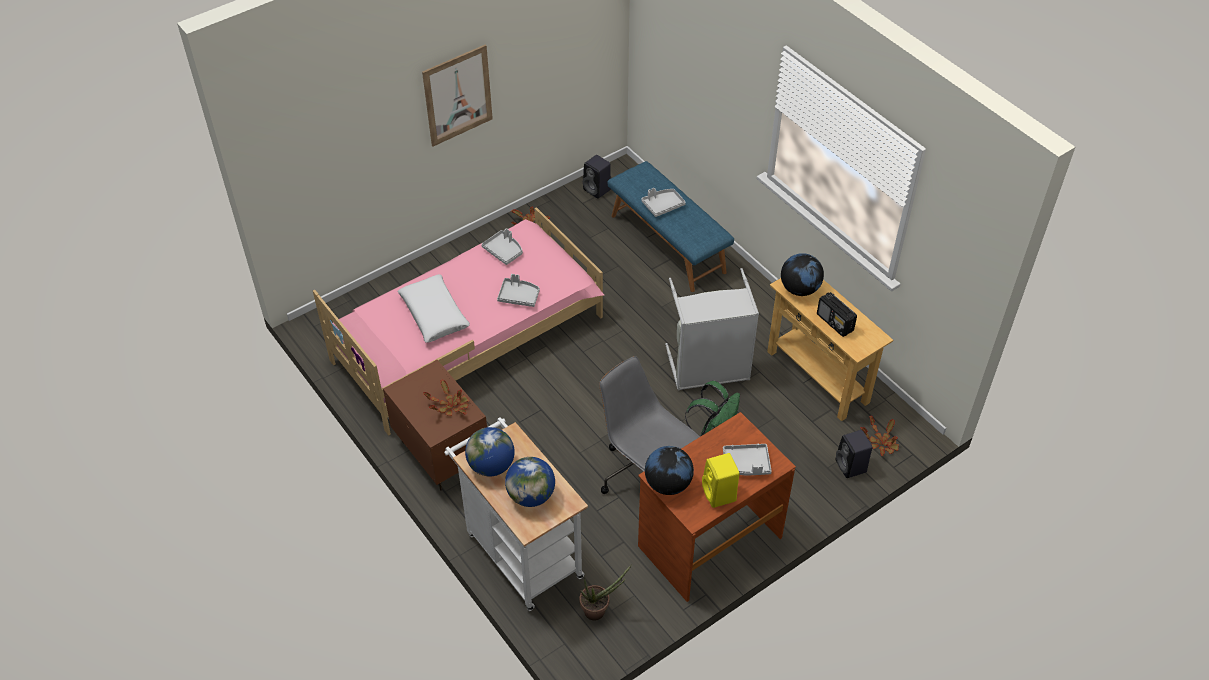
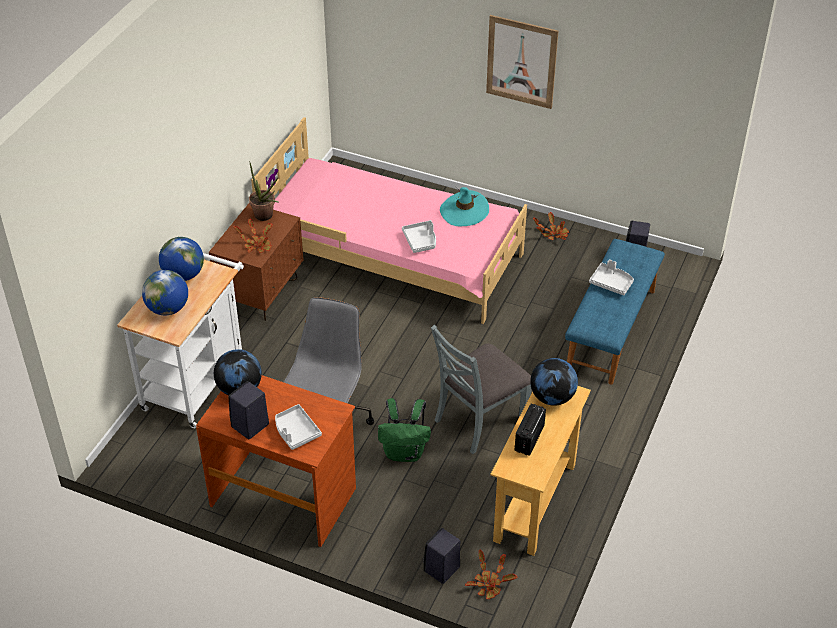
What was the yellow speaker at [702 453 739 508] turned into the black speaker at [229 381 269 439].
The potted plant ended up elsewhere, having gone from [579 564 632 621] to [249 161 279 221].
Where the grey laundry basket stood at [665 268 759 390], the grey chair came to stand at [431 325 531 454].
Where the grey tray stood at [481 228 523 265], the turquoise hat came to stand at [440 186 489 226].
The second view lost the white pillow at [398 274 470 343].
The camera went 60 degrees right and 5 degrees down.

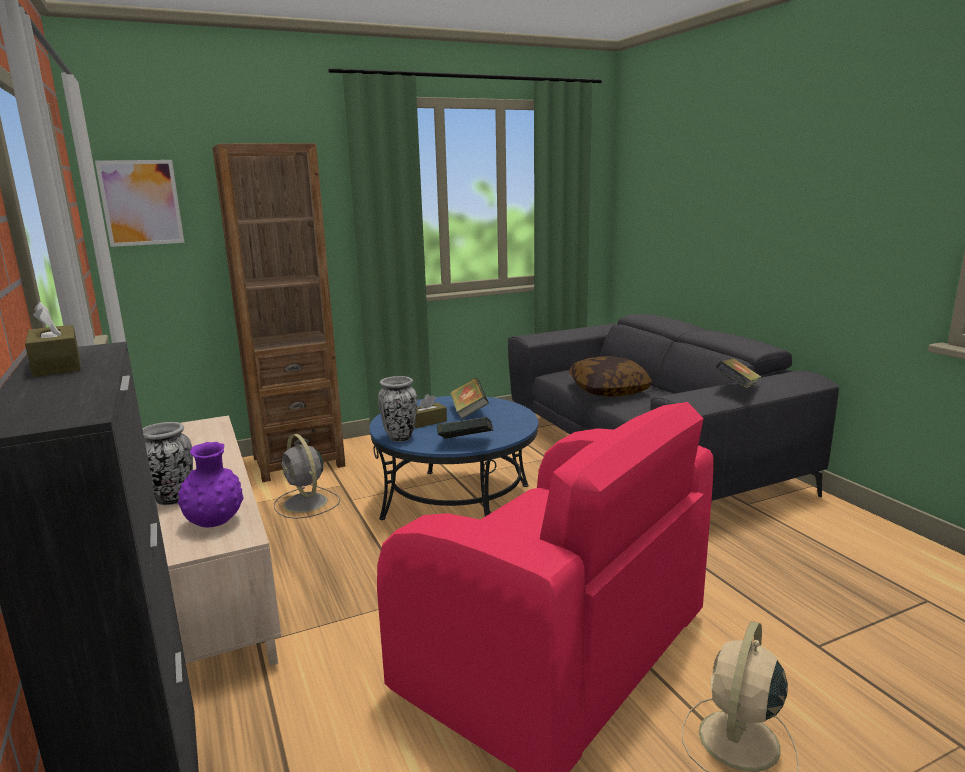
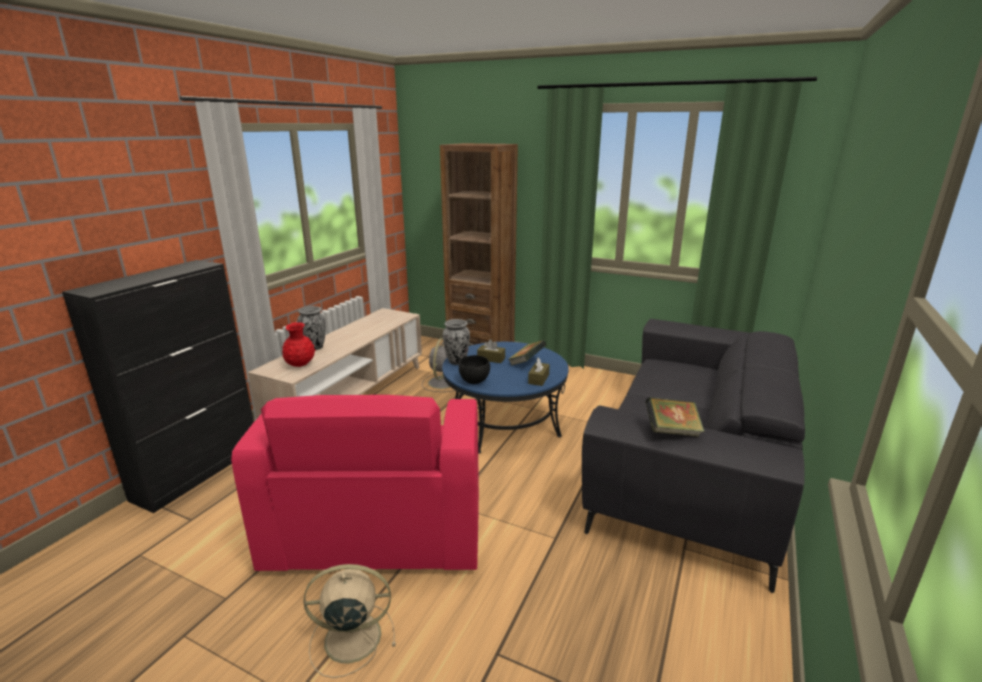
What was the purple vase at [178 442 243 527] turned into the red vase at [282 322 315 367].
Where the book stood at [437 417 493 439], the black bowl came to stand at [459 355 490 384].
The brown tissue box ended up elsewhere, having gone from [25 302 81 377] to [528 357 550 386].
The second view lost the picture at [95 160 184 247].
The second view lost the pillow at [569 356 652 397].
The camera went 50 degrees right and 5 degrees up.

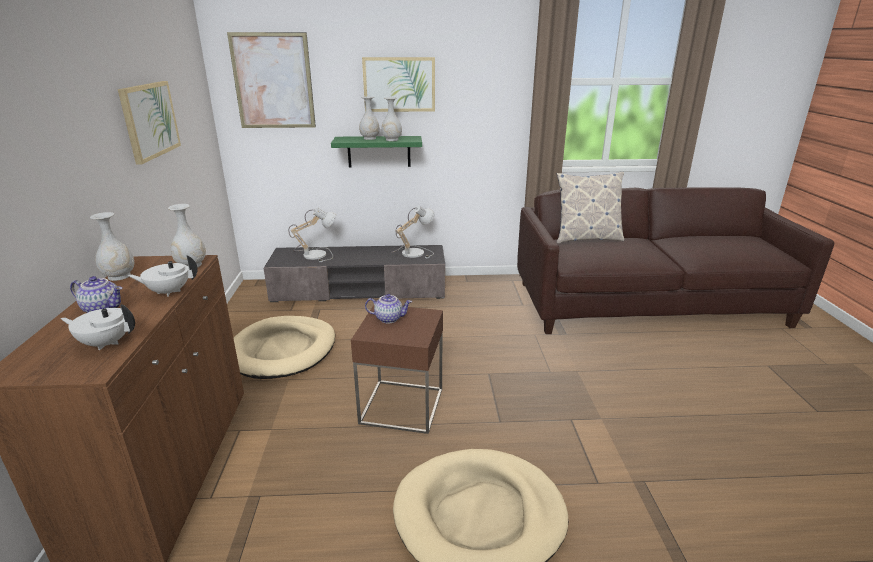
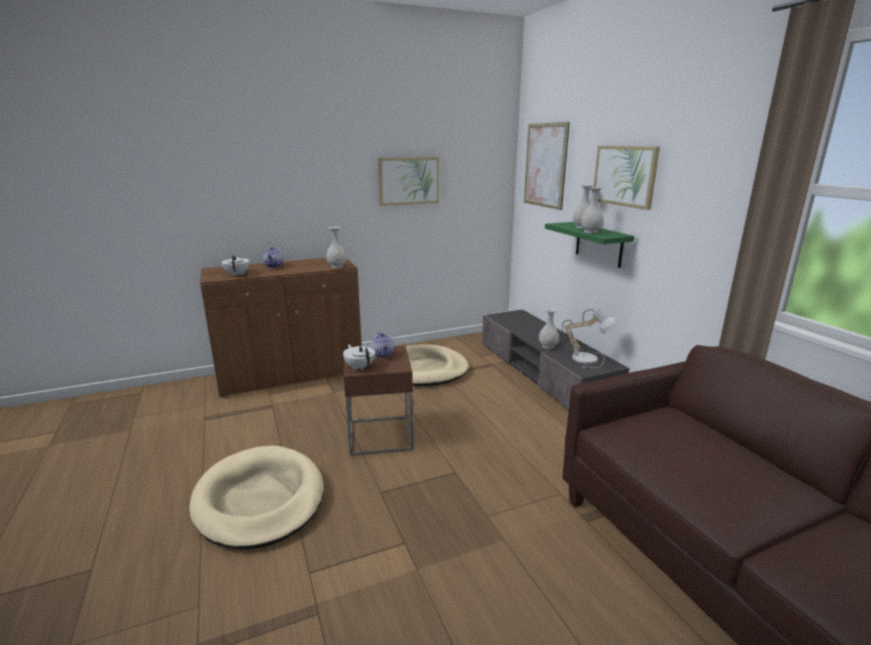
The white teapot ended up elsewhere, having gone from [127 255 198 297] to [343 344 375 370].
The white vase ended up elsewhere, having gone from [90 212 135 281] to [539 308 559 349].
The second view lost the table lamp at [288 207 336 262].
The second view lost the pillow at [557 172 624 243].
The camera went 70 degrees right and 5 degrees down.

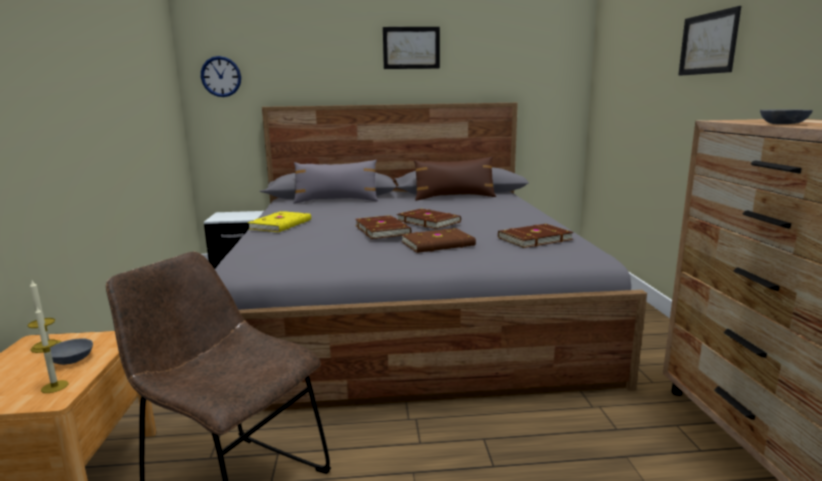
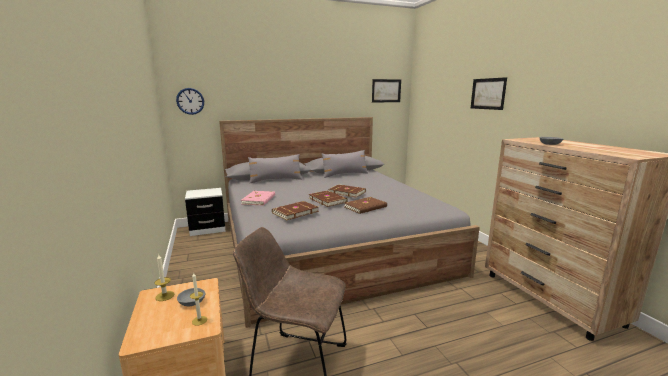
What was the yellow book at [247 211 311 232] turned into the pink book at [241 191 275 206].
The brown book ended up elsewhere, having gone from [498 224 574 248] to [272 201 319 220].
What was the brown pillow at [414 157 496 201] turned into the grey pillow at [322 150 368 178].
The picture ended up elsewhere, having gone from [383 27 440 69] to [372 79 401 102].
The camera went 15 degrees left and 0 degrees up.

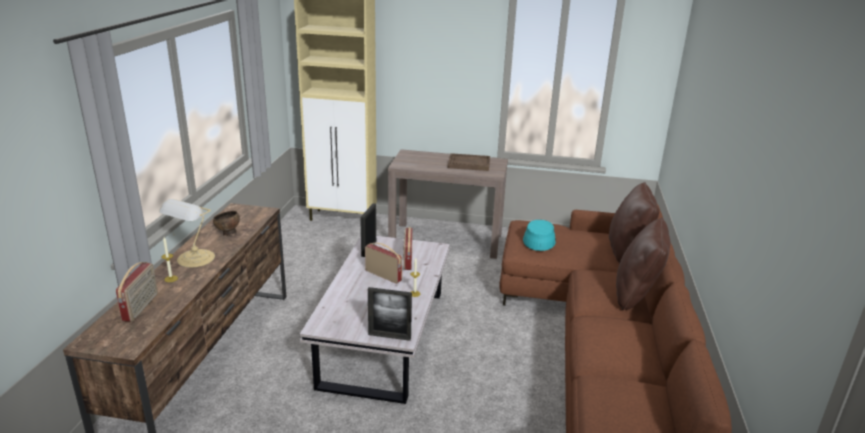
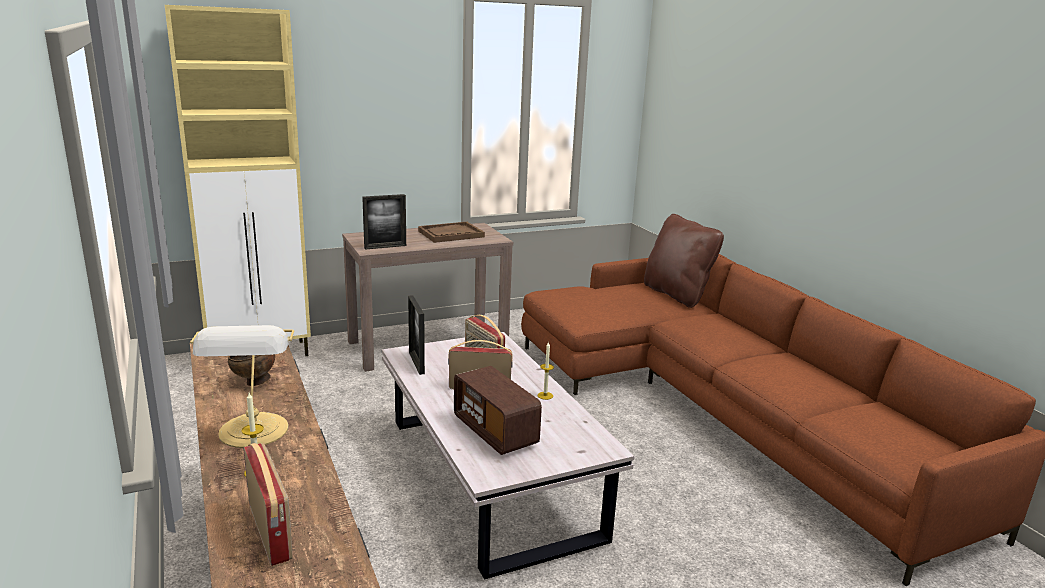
The picture frame ended up elsewhere, having gone from [368 287 412 341] to [362 194 406 250].
The second view gained the radio at [454 366 542 455].
The second view lost the turquoise hat at [523 220 556 251].
The second view lost the brown pillow at [616 218 670 310].
The camera went 35 degrees left and 5 degrees down.

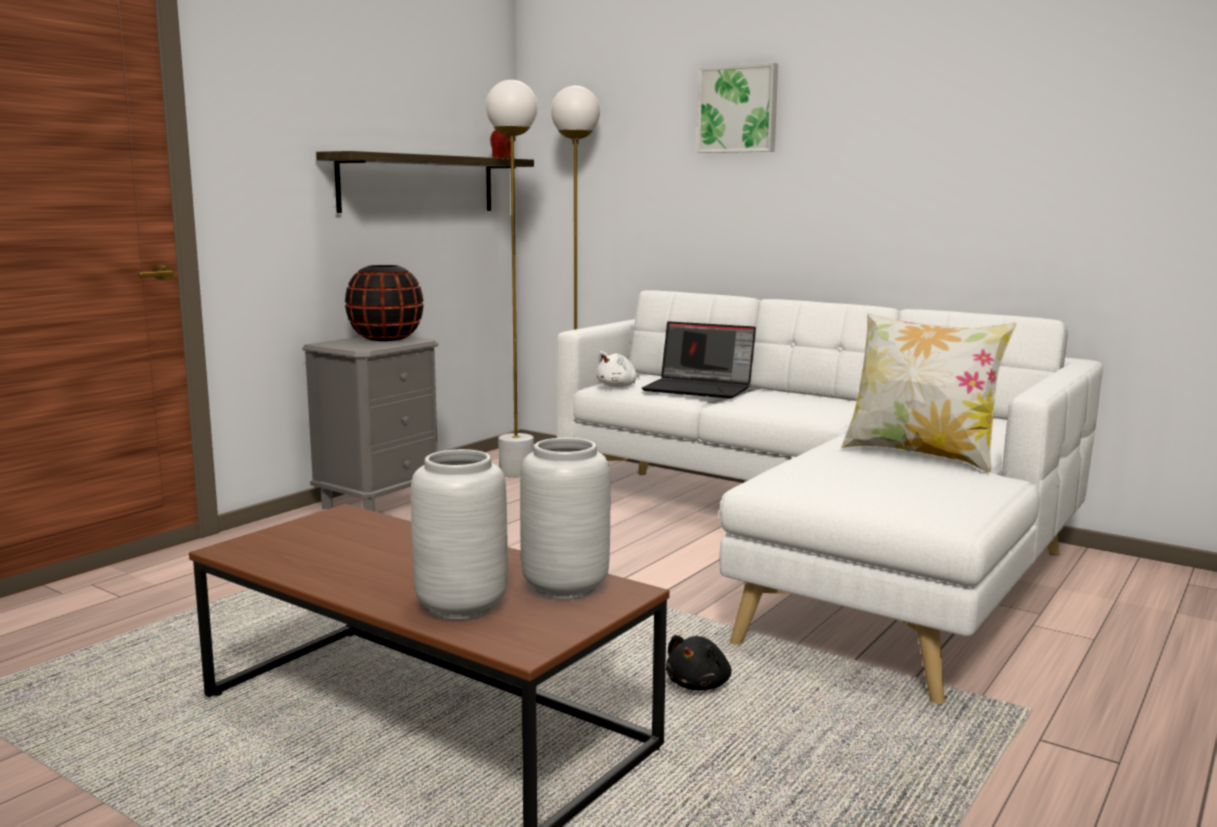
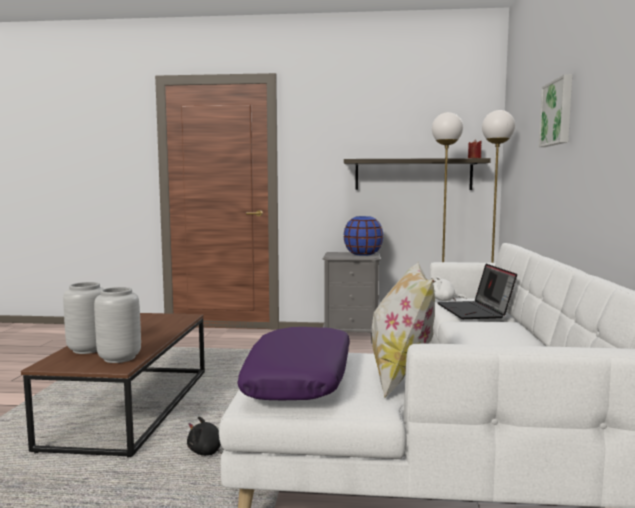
The second view gained the purple pillow at [237 327 350 400].
What was the black vase at [345 265 424 341] turned into the blue vase at [344 216 383 256].
The camera went 60 degrees right and 5 degrees down.

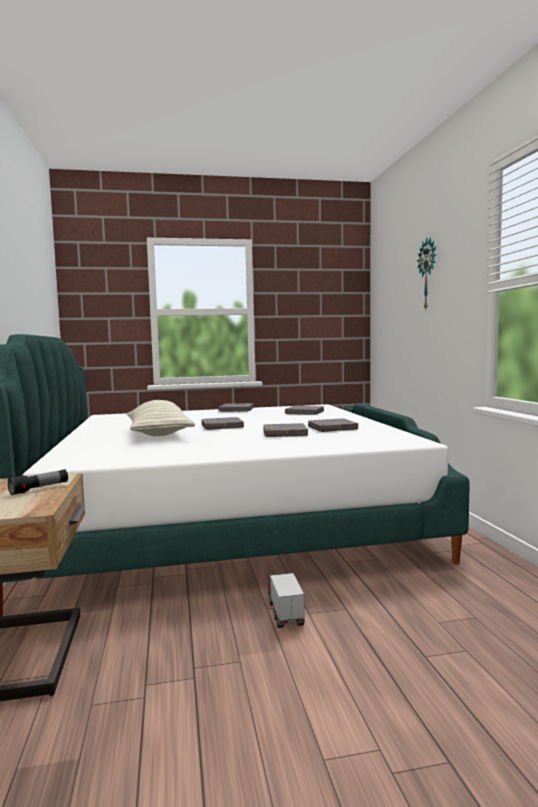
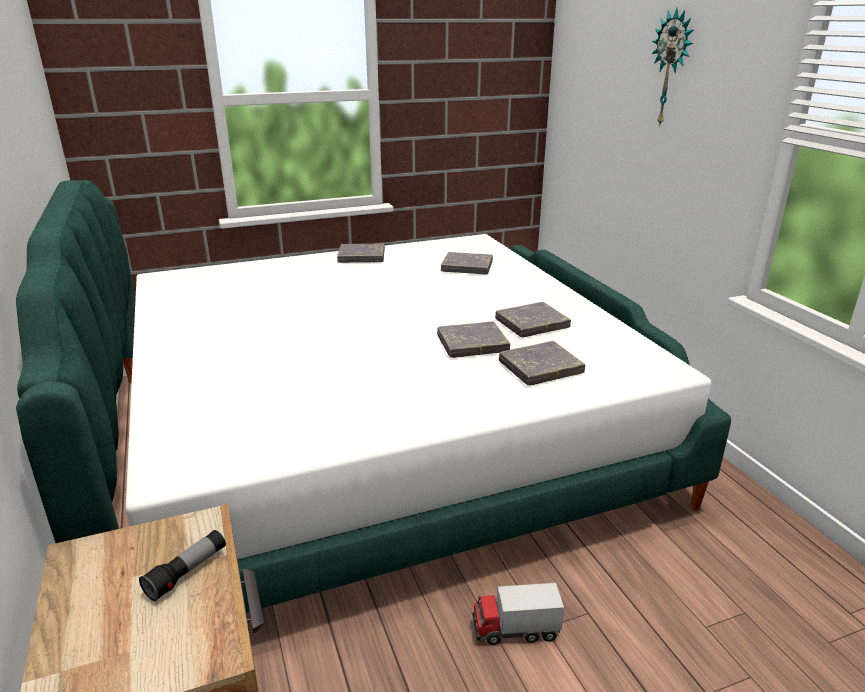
The toy truck at [266 573 305 628] ended up facing another way, 75 degrees counterclockwise from before.
The grey book ended up elsewhere, having gone from [202 417 244 430] to [499 341 585 386].
The second view lost the pillow at [127 400 195 436].
The camera went 10 degrees left and 20 degrees up.

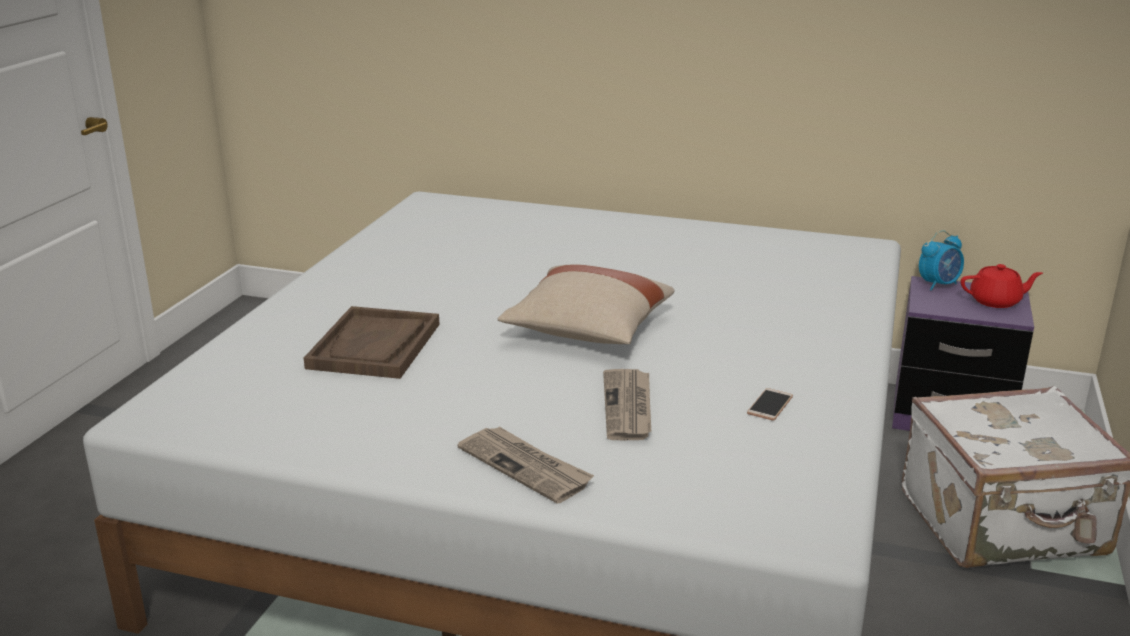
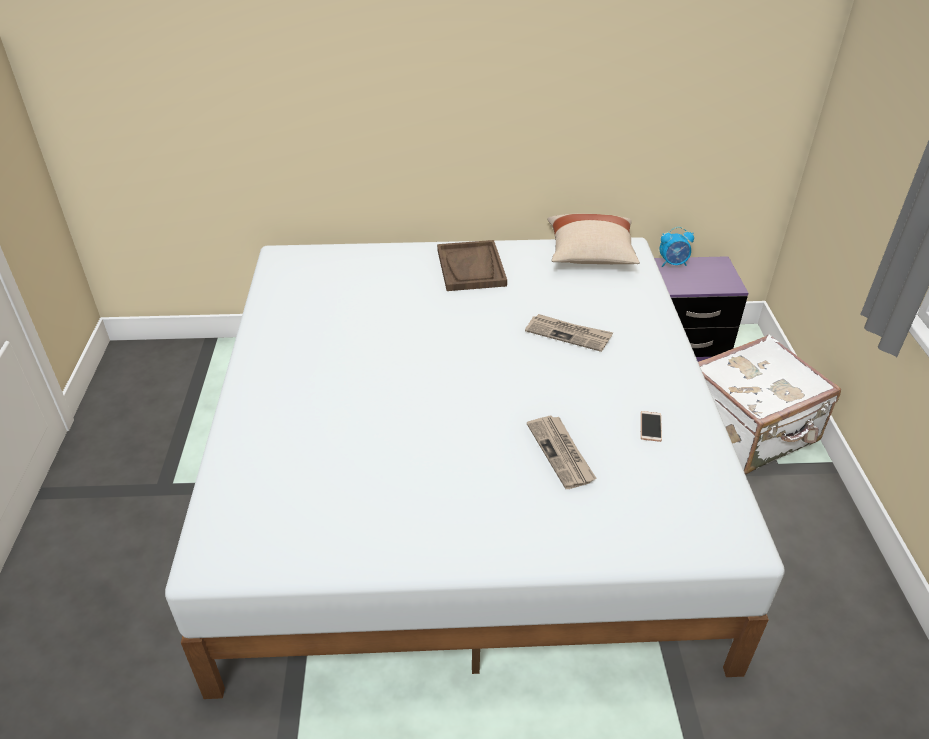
The brown tray ended up elsewhere, having gone from [304 306 440 379] to [437 240 507 291].
The newspaper ended up elsewhere, having gone from [457 427 594 503] to [525 314 613 352].
The beige pillow ended up elsewhere, having gone from [498 264 675 344] to [547 214 640 264].
The alarm clock at [919 230 964 291] ended up facing another way, 45 degrees clockwise from before.
The second view lost the red teapot at [961 264 1043 308].
The camera went 20 degrees left and 15 degrees up.

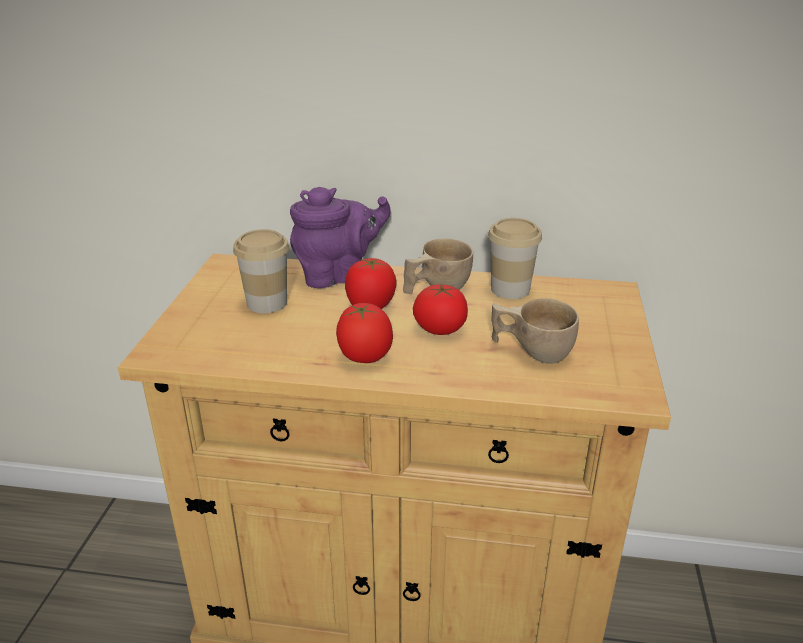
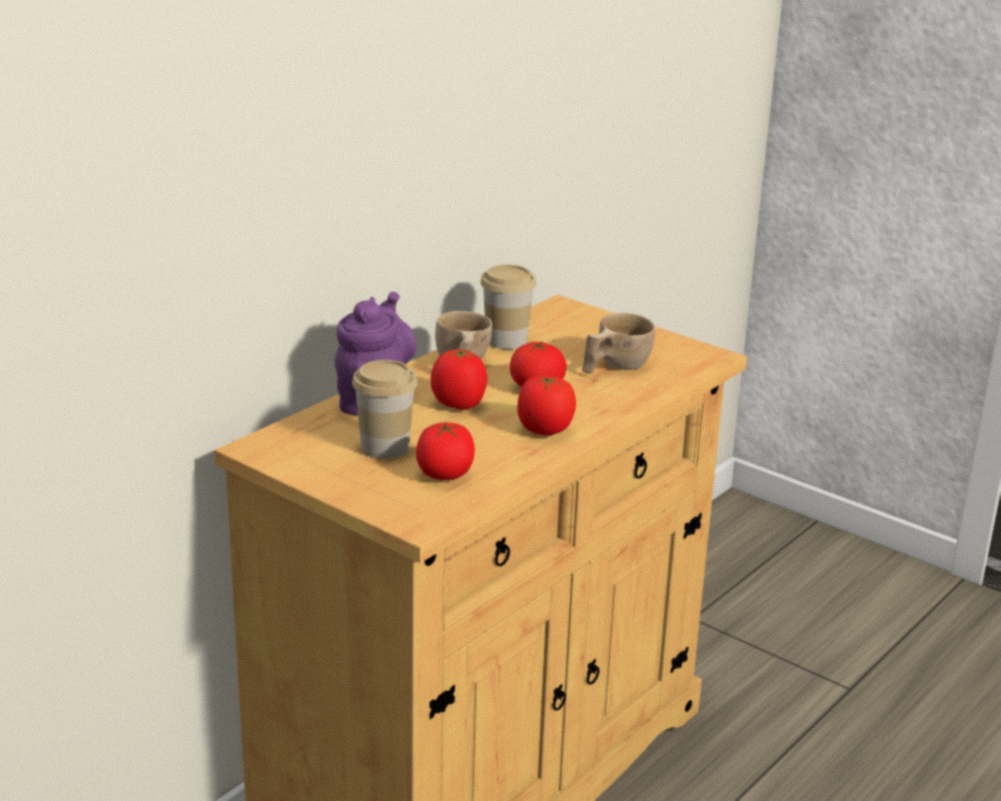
The second view gained the tomato at [416 422 475 480].
The camera went 60 degrees left and 5 degrees down.

